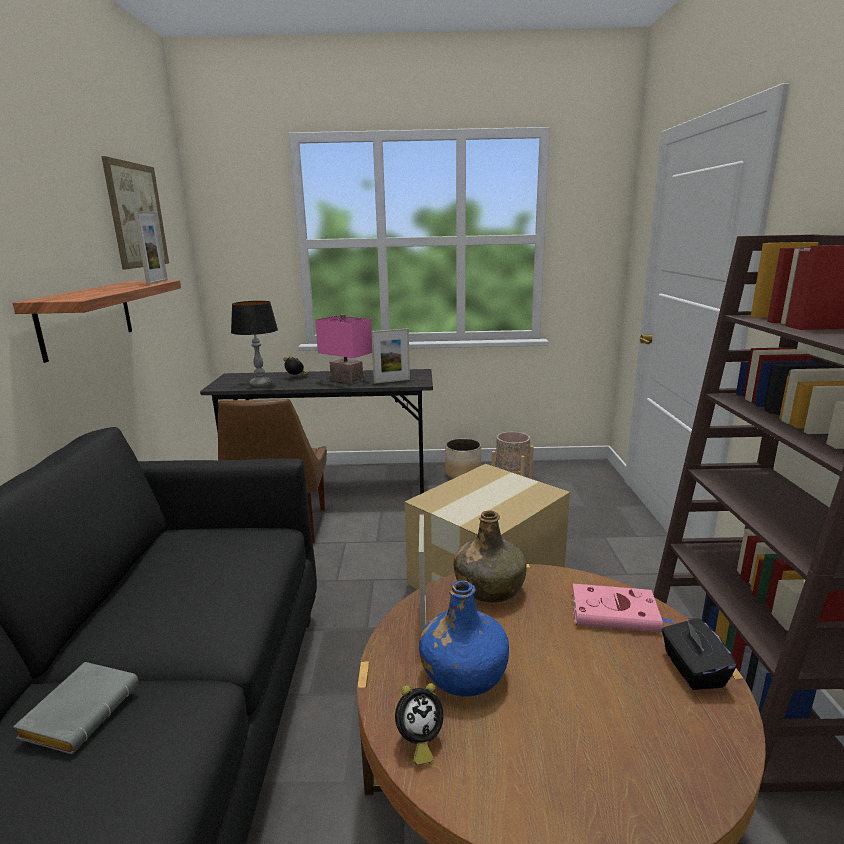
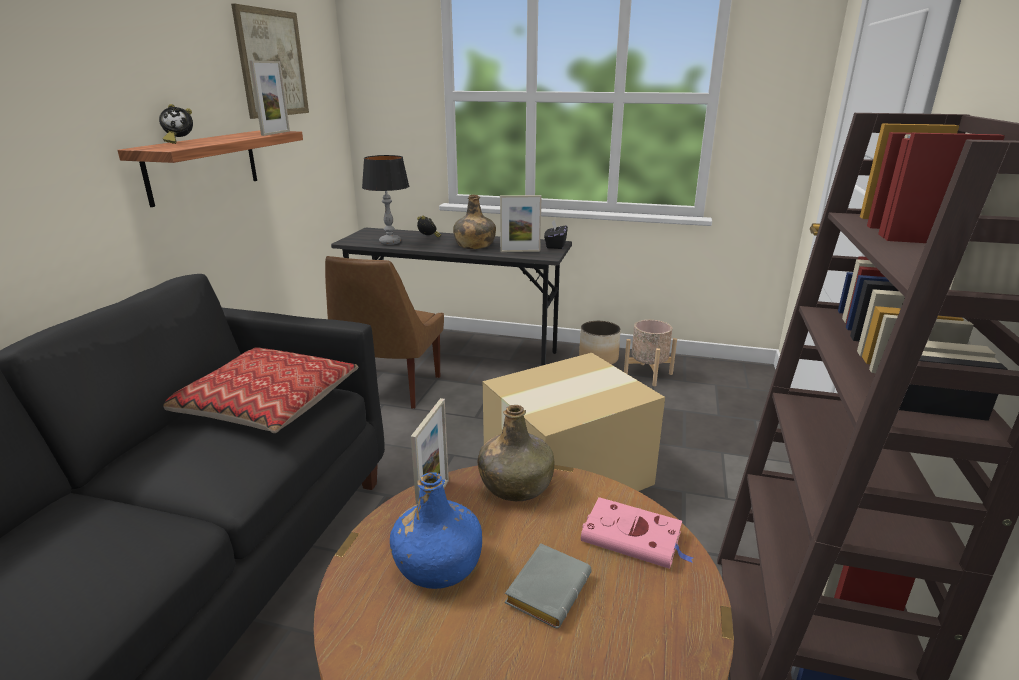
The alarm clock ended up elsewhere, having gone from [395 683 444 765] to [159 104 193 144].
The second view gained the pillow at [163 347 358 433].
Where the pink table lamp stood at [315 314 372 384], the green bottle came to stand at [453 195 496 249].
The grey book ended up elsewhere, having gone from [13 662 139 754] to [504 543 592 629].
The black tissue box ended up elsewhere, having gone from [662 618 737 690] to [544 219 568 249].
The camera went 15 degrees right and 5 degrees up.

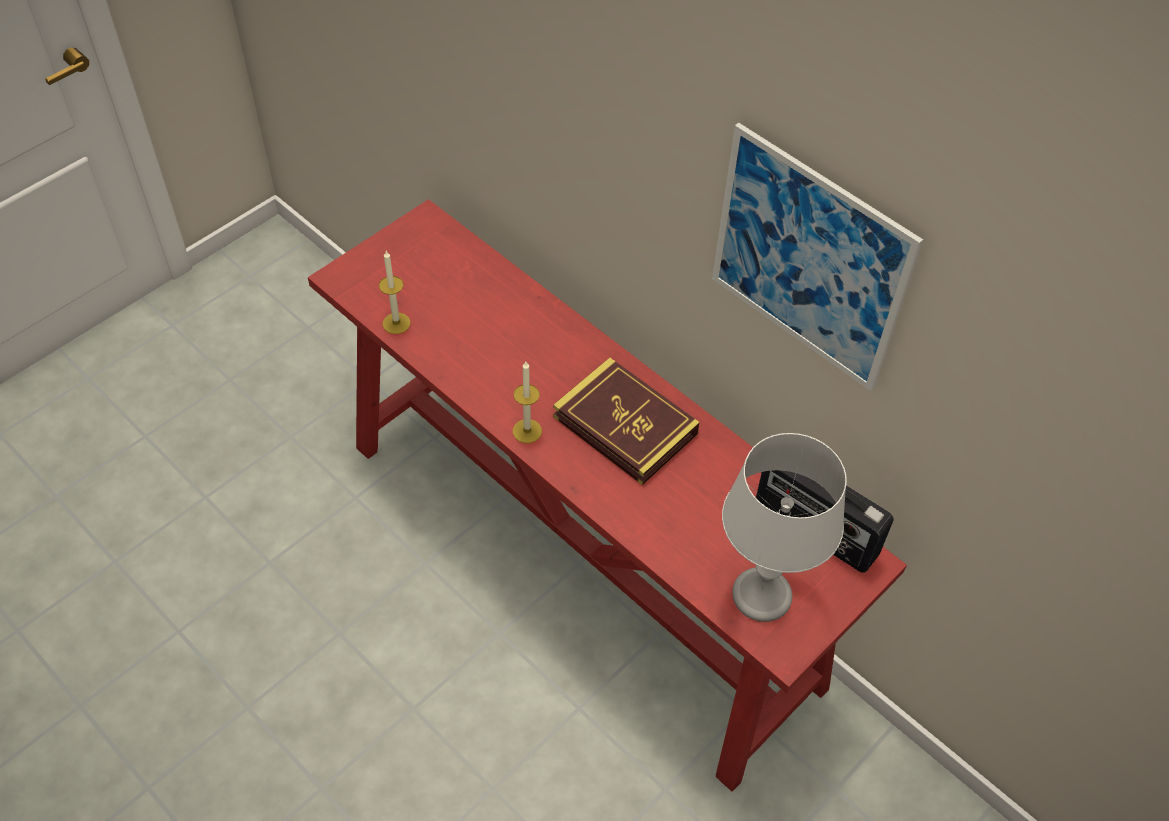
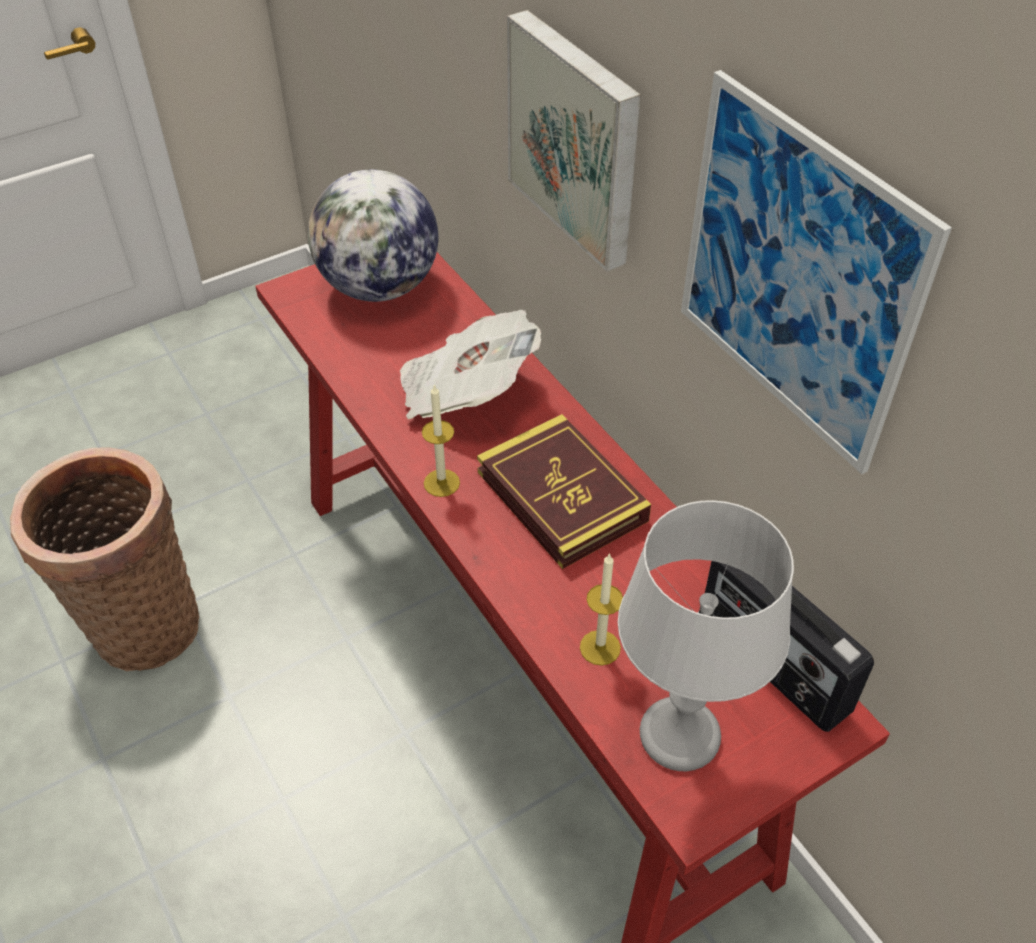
The second view gained the basket at [10 447 199 671].
The second view gained the globe at [308 169 438 302].
The second view gained the newspaper at [400 310 541 419].
The second view gained the picture at [507 10 641 272].
The candle ended up elsewhere, having gone from [379 251 411 334] to [580 553 623 666].
The camera went 15 degrees right and 5 degrees down.

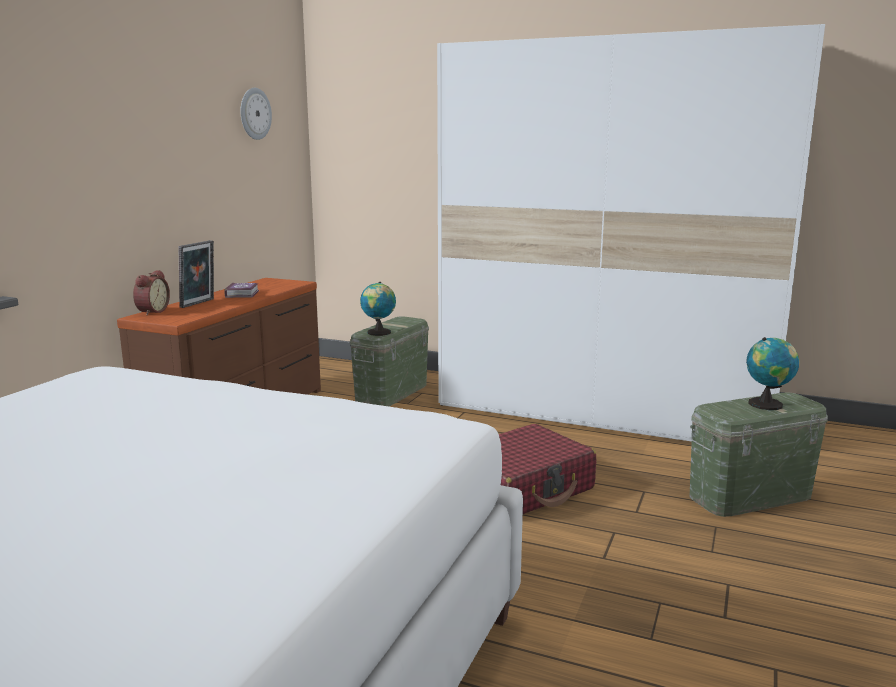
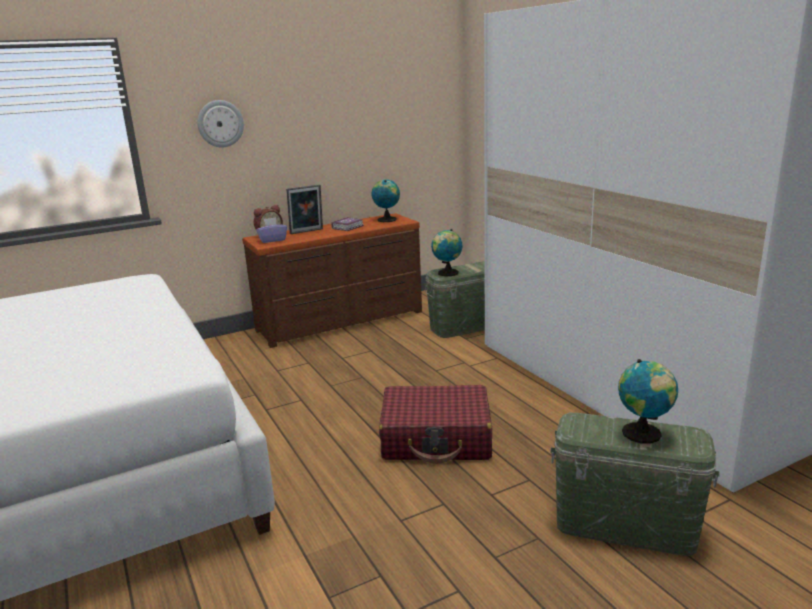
The wall clock ended up elsewhere, having gone from [240 88 272 140] to [197 100 244 147].
The second view gained the purple tissue box at [256 217 287 243].
The second view gained the globe at [371 179 400 222].
The camera went 40 degrees right and 5 degrees up.

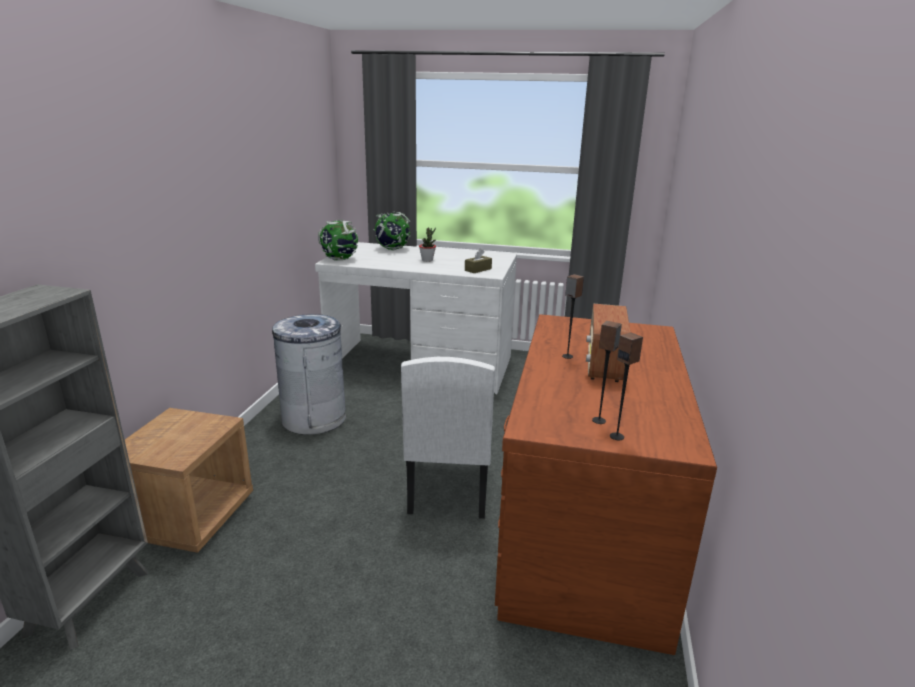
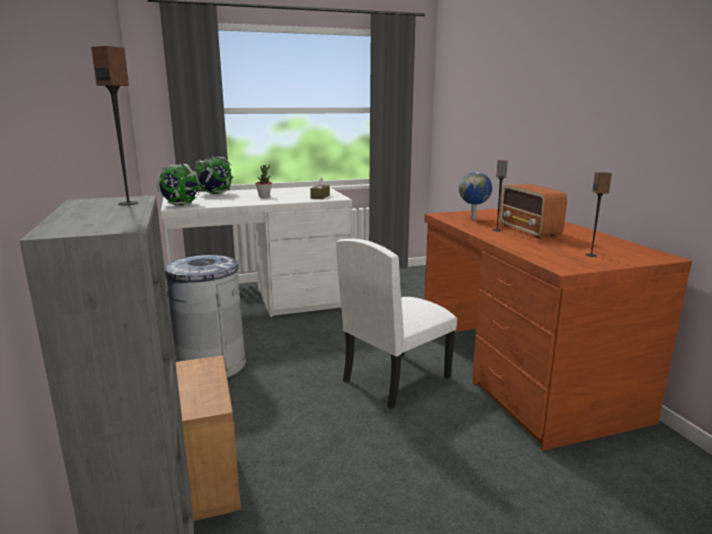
The speaker ended up elsewhere, having gone from [610 332 643 440] to [91 46 139 205].
The white chair at [401 357 495 519] ended up facing another way, 75 degrees clockwise from before.
The second view gained the globe at [459 172 492 220].
The camera went 30 degrees left and 5 degrees down.

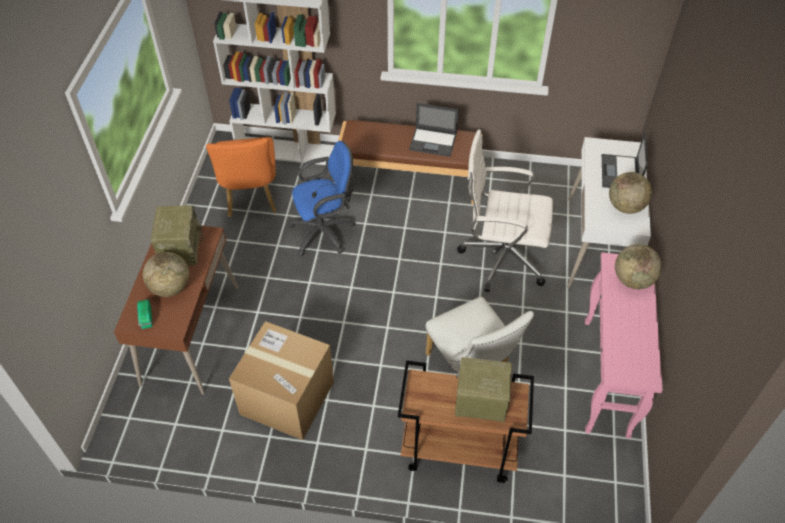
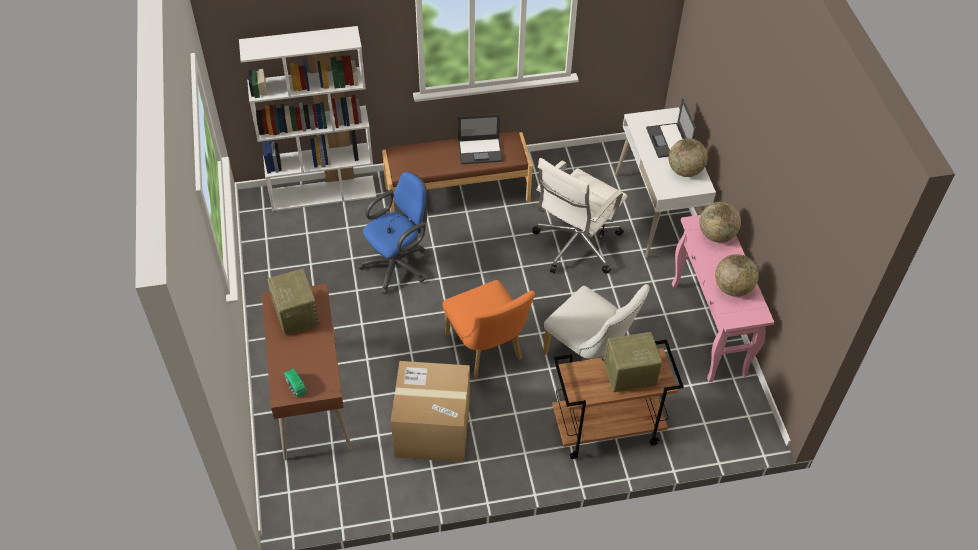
The orange chair ended up elsewhere, having gone from [206 137 277 217] to [442 280 535 378].
The white office chair at [457 129 553 292] ended up facing another way, 45 degrees counterclockwise from before.
The globe ended up elsewhere, having gone from [143 252 189 297] to [715 254 759 297].
The camera went 20 degrees left and 0 degrees up.

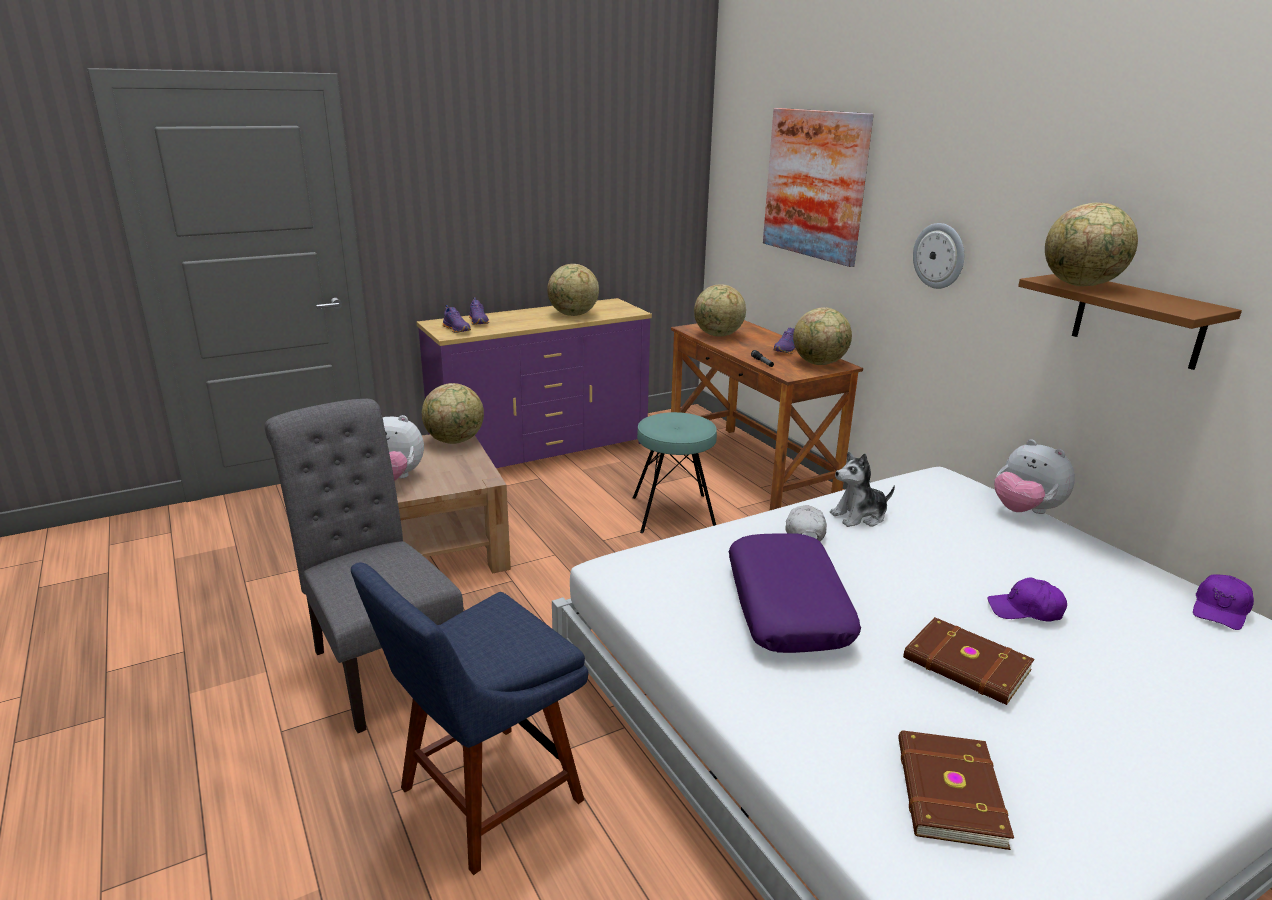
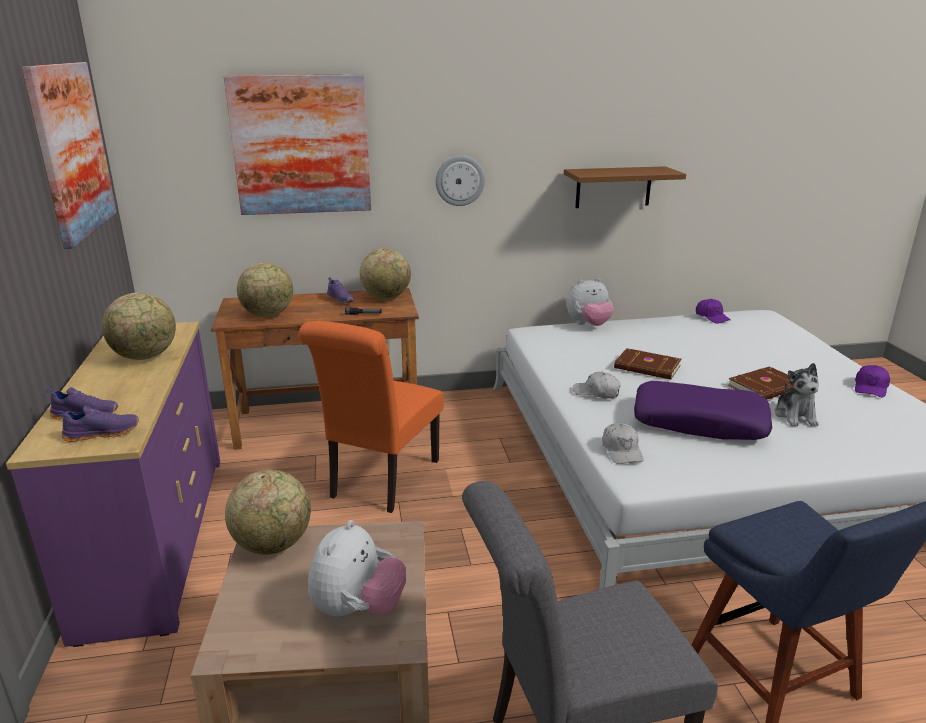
The second view gained the picture at [22 62 117 249].
Where the turquoise stool stood at [633 412 717 533], the orange chair came to stand at [298 321 444 513].
The second view gained the white cap at [602 423 644 464].
The brown book ended up elsewhere, having gone from [898 730 1014 850] to [614 348 681 380].
The plush toy ended up elsewhere, having gone from [830 452 895 527] to [774 363 819 426].
The purple cap ended up elsewhere, having gone from [987 578 1067 622] to [855 365 890 398].
The second view lost the globe at [1045 203 1138 286].
The camera went 70 degrees left and 0 degrees up.

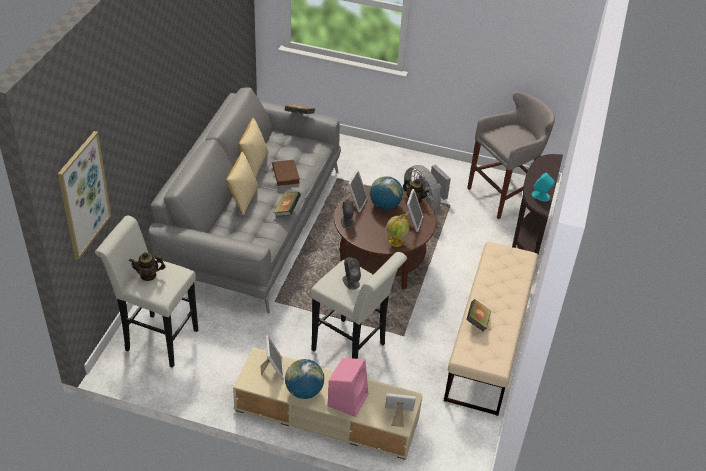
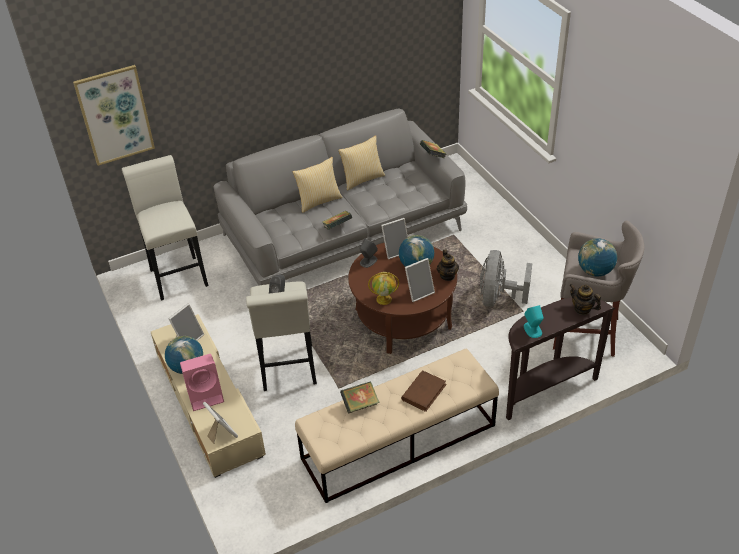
The brown book ended up elsewhere, having gone from [272 160 300 186] to [401 370 447 412].
The teapot ended up elsewhere, having gone from [129 252 166 281] to [569 284 601 315].
The second view gained the globe at [578 238 617 277].
The camera went 50 degrees right and 0 degrees up.

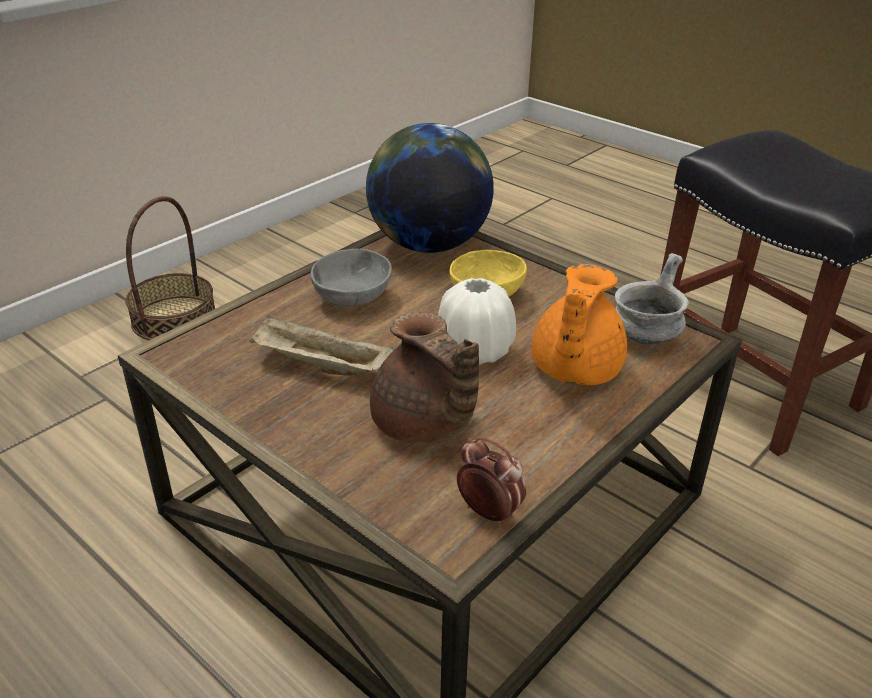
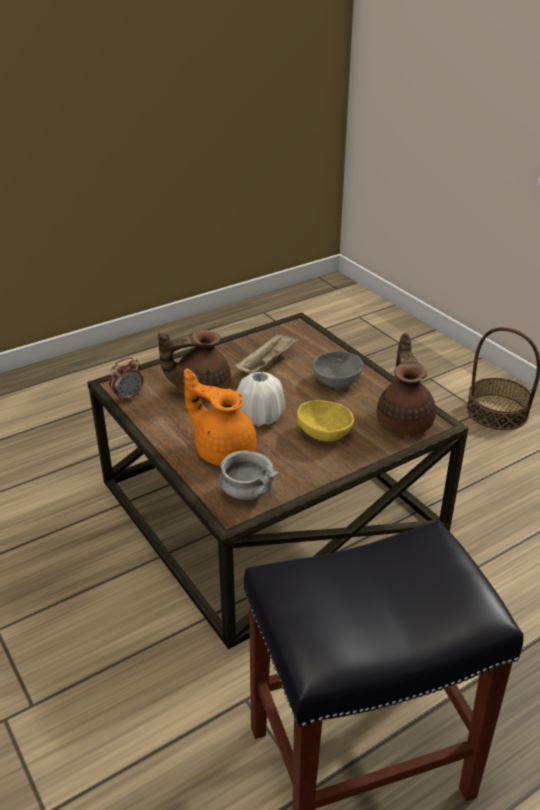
Where the globe stood at [366 123 494 253], the brown teapot came to stand at [377 333 436 435].
The camera went 105 degrees right and 0 degrees up.

